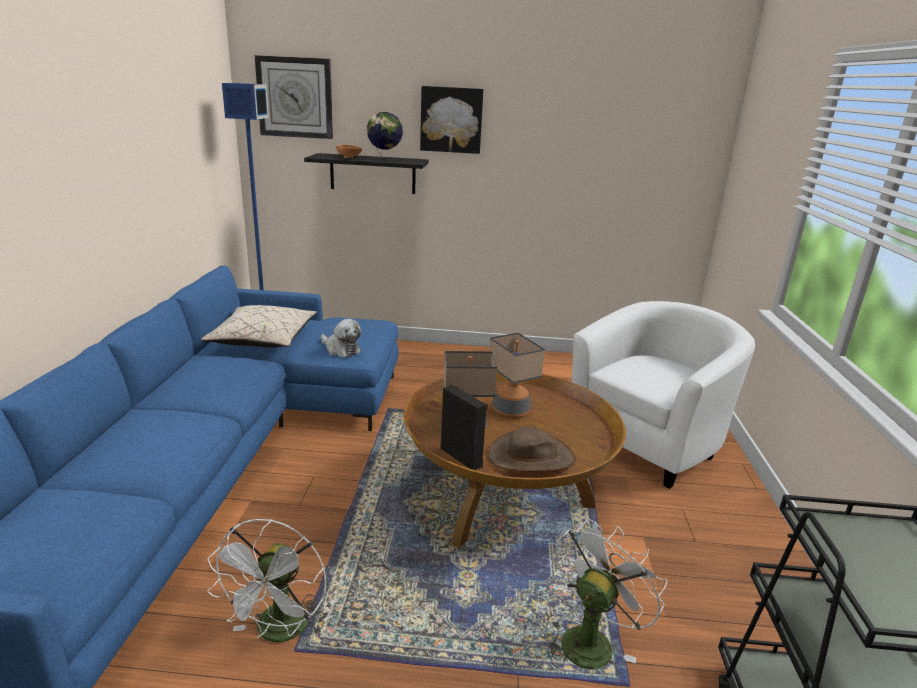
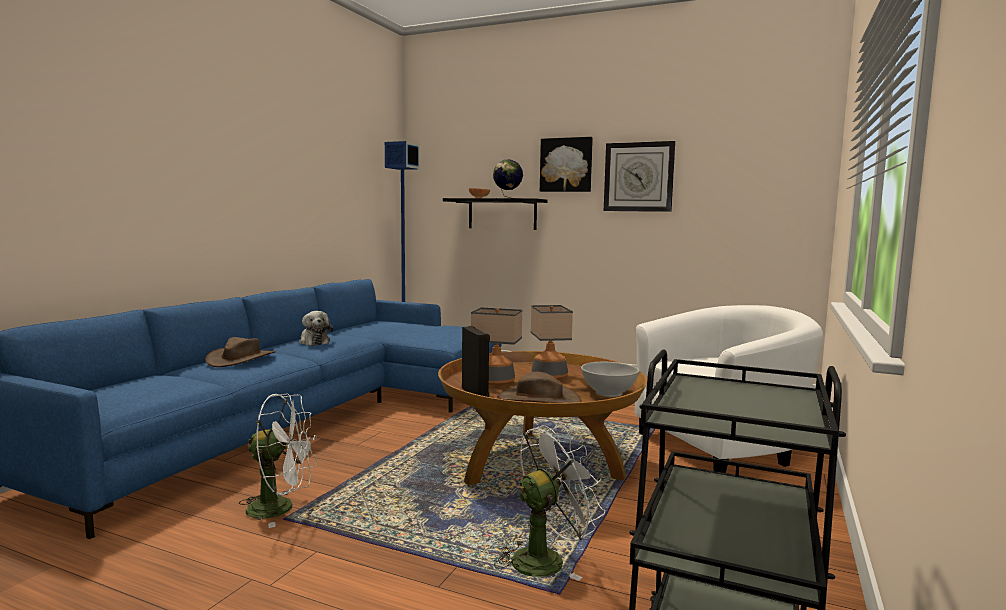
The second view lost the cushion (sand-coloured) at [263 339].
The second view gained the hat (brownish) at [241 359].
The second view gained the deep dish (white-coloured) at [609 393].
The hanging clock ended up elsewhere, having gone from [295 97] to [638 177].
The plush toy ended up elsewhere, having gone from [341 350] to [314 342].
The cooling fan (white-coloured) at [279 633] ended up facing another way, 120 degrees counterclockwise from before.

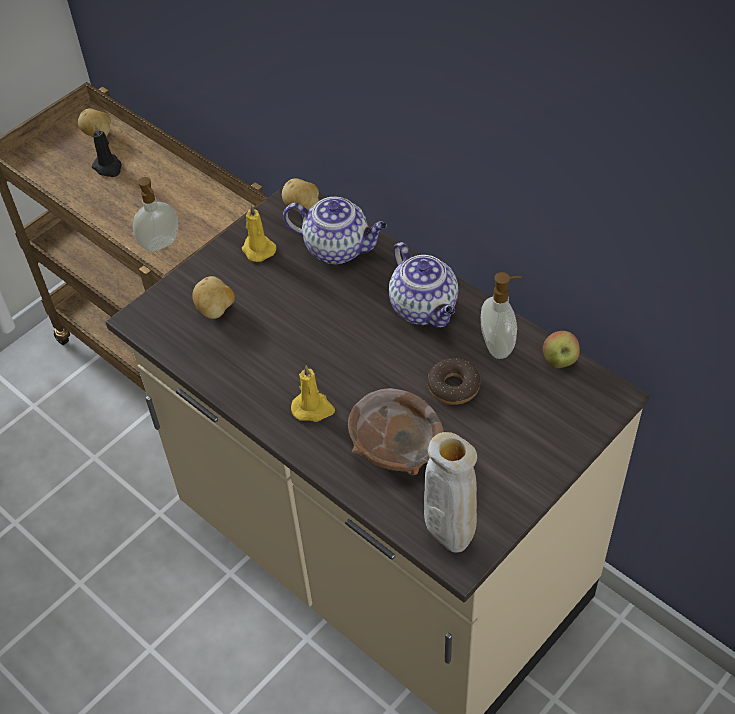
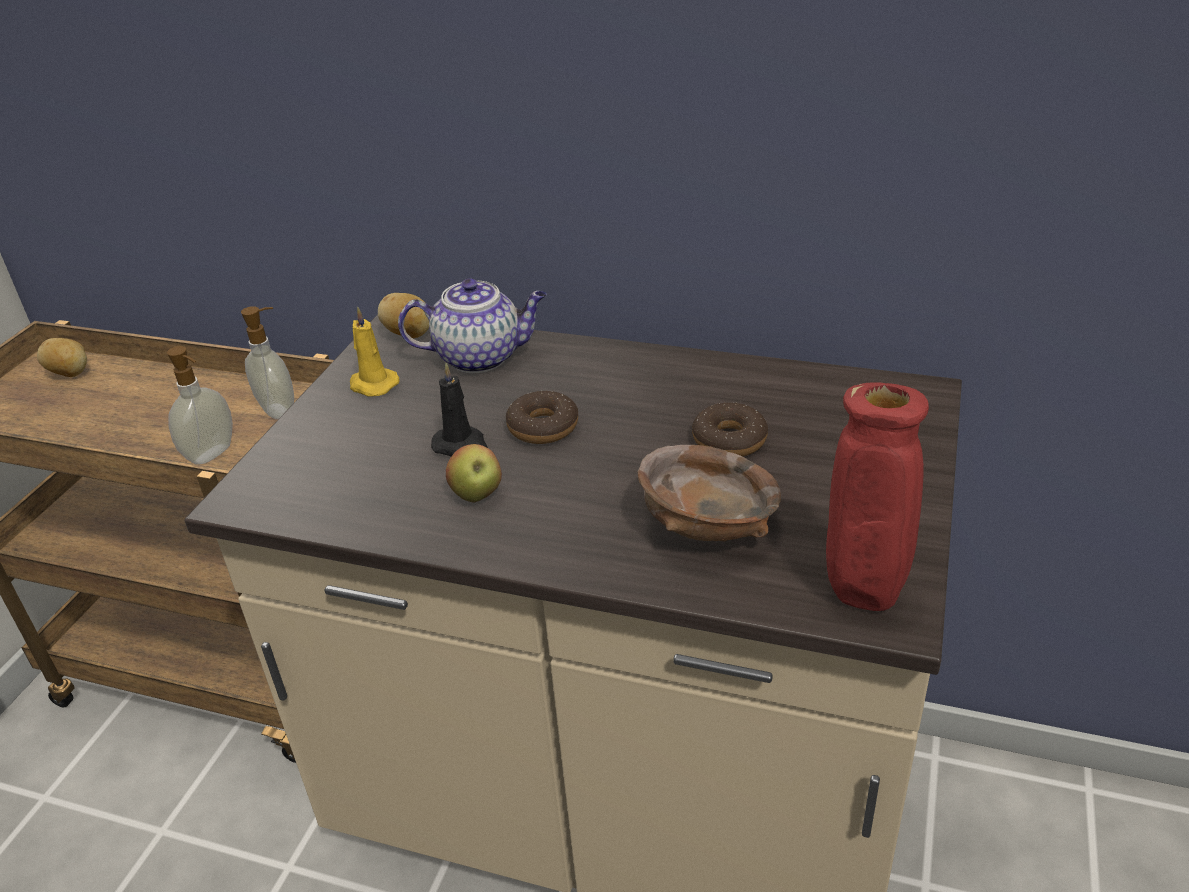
The second view lost the spud at [216 310].
The second view lost the candle (yellow) at [313 408].
The second view lost the tea pot at [425 309].
The second view gained the doughnut at [543 427].
The candle (blackish) ended up elsewhere, having gone from [108 167] to [461 446].
The liquid soap bottle ended up elsewhere, having gone from [498 345] to [280 410].
The whole apple ended up elsewhere, having gone from [559 361] to [477 495].
What was the decorative vase (sand-coloured) at [449 539] turned into the decorative vase (red) at [862 600].

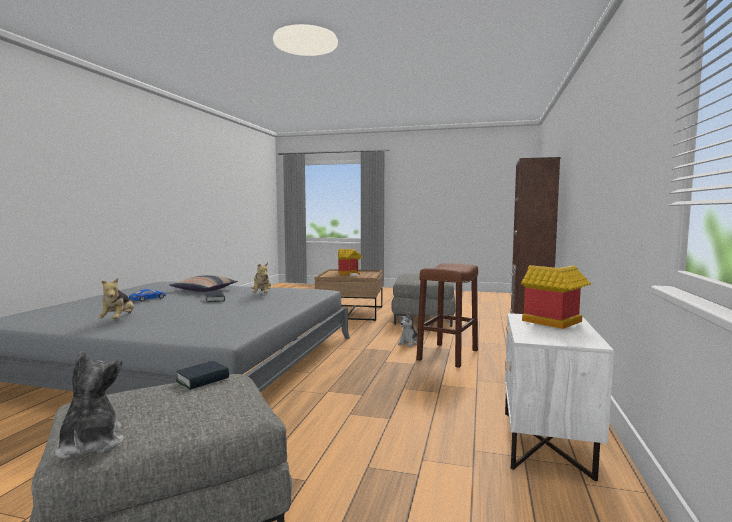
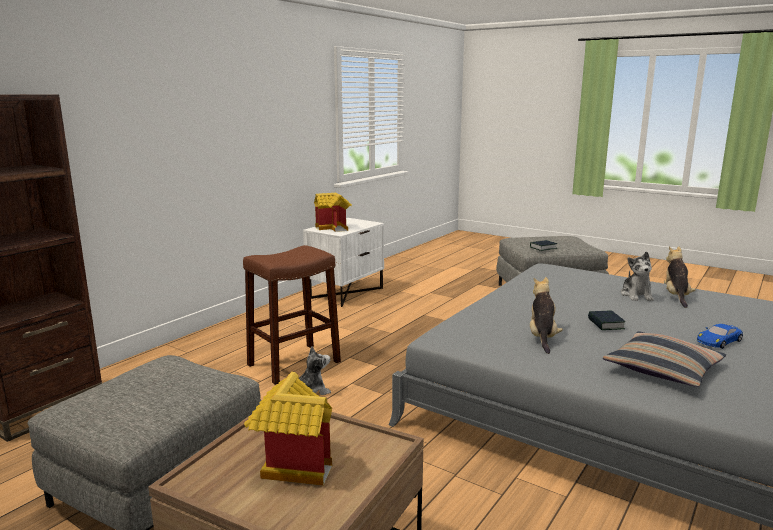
The plush toy ended up elsewhere, having gone from [90 444] to [636 295].

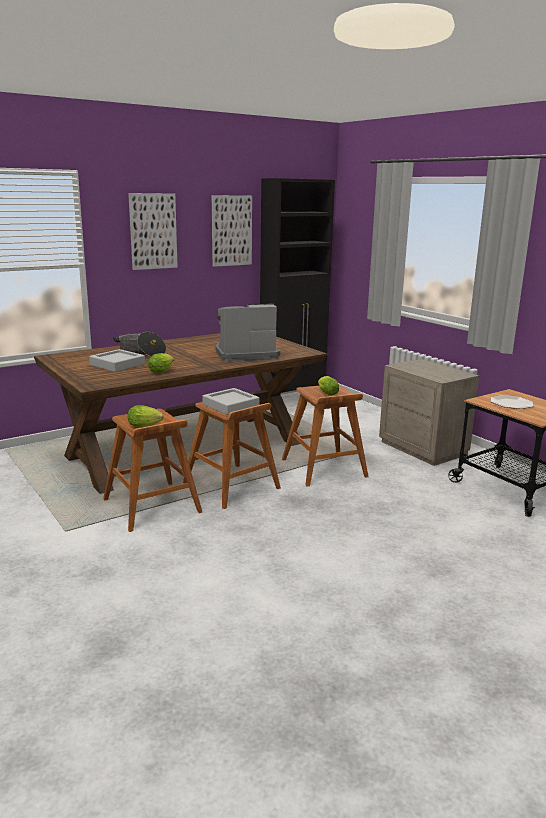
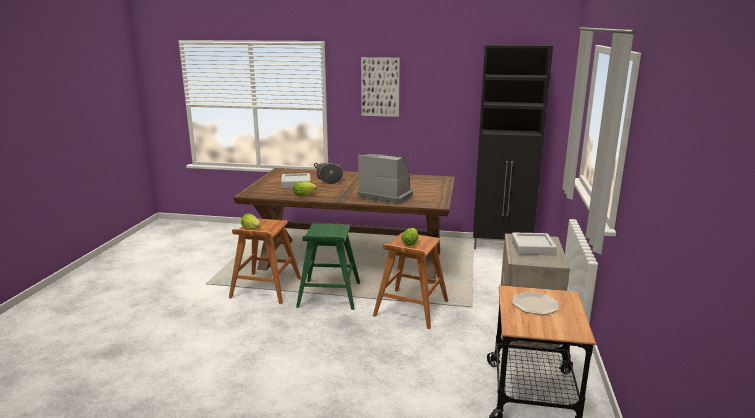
The second view lost the wall picture at [231 230].
The serving tray (gray) ended up elsewhere, having gone from [230 405] to [532 247].
What was the stool (brownish) at [232 486] turned into the stool (greenish) at [329 295].

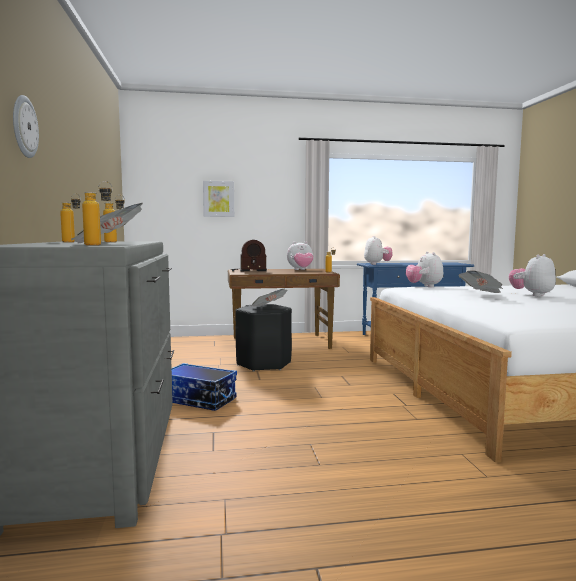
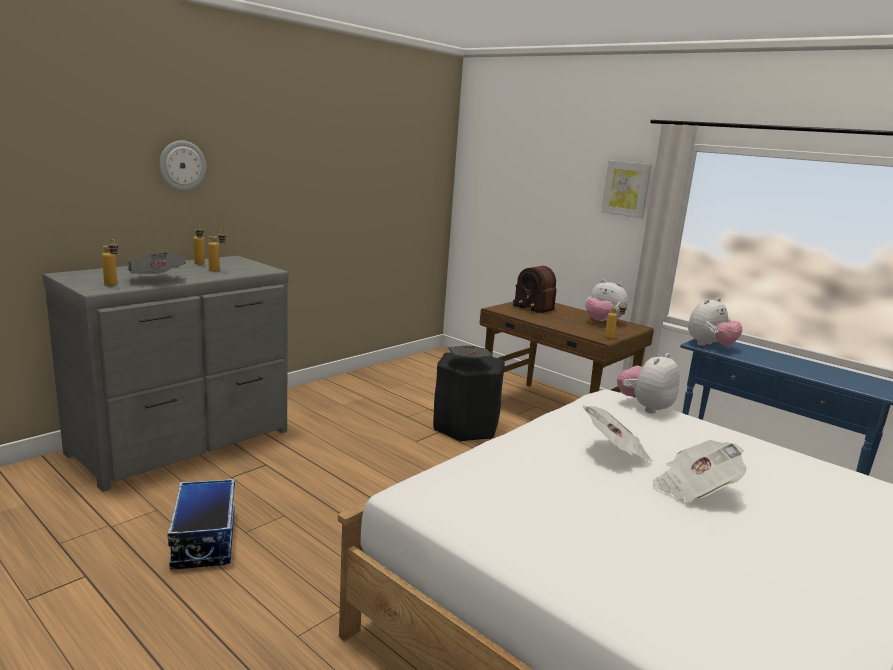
The storage container ended up elsewhere, having gone from [198 400] to [203 539].
The wall picture ended up elsewhere, having gone from [218 199] to [626 189].
Where the plush toy stood at [532 295], the daily paper came to stand at [694 489].

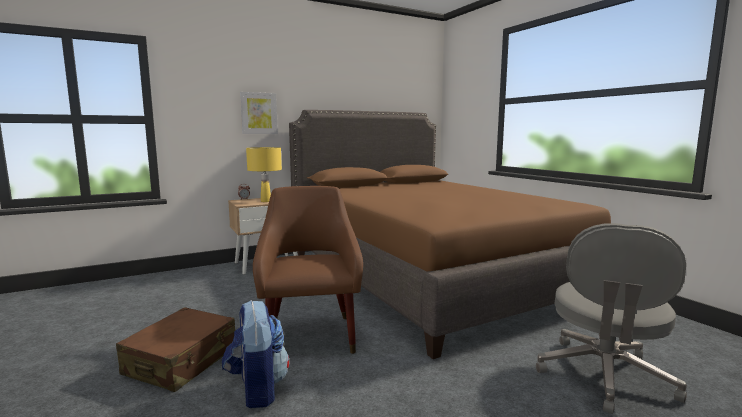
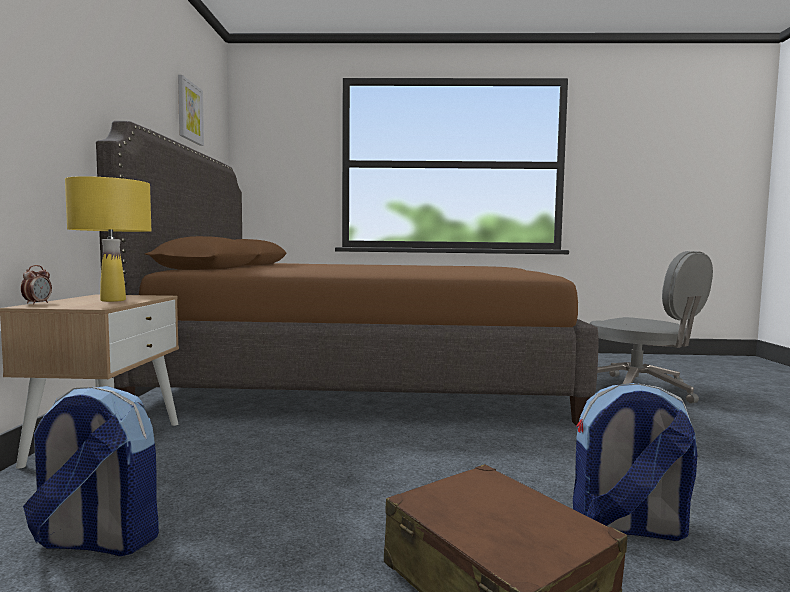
The second view lost the armchair (brownish) at [310 332].
The second view gained the backpack at [97 541].
The wall picture ended up elsewhere, having gone from [258 113] to [189 112].

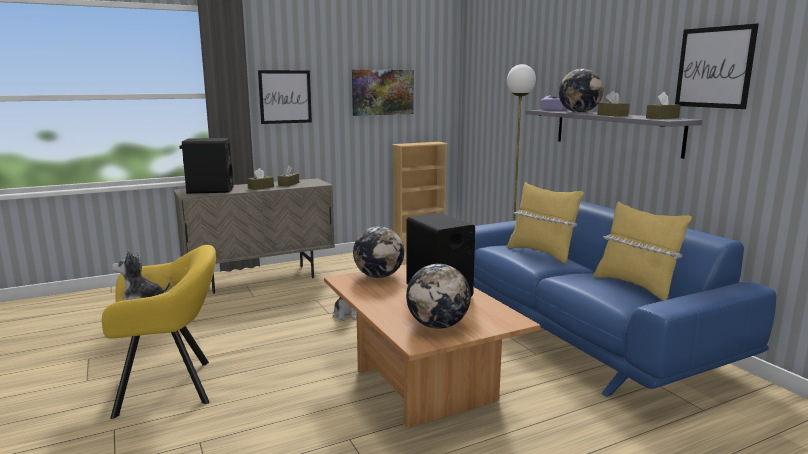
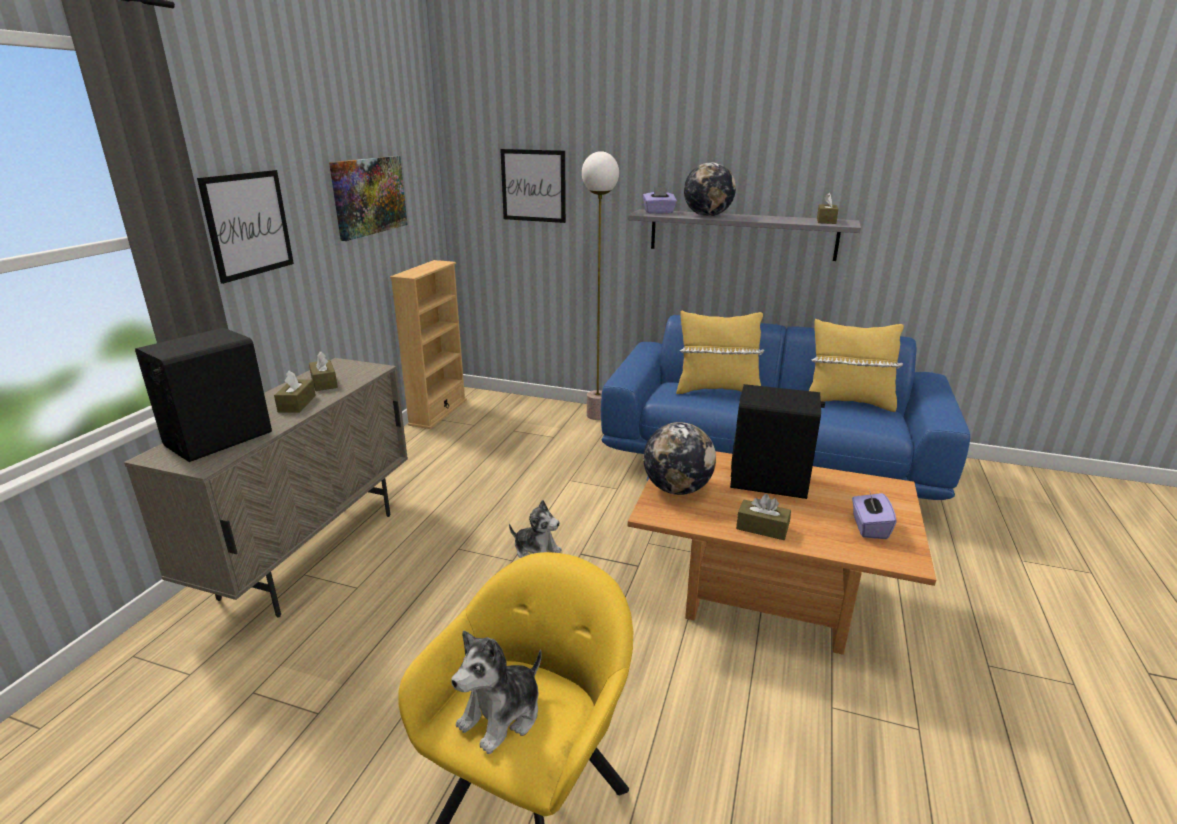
The box of tissues (brownish) ended up elsewhere, having gone from [612 115] to [762 528].
The wall picture ended up elsewhere, having gone from [714 67] to [533 186].
Where the desk globe stood at [438 325], the box of tissues (purple) came to stand at [869 527].

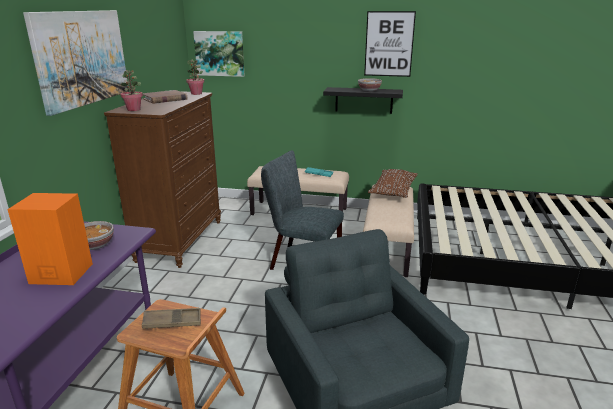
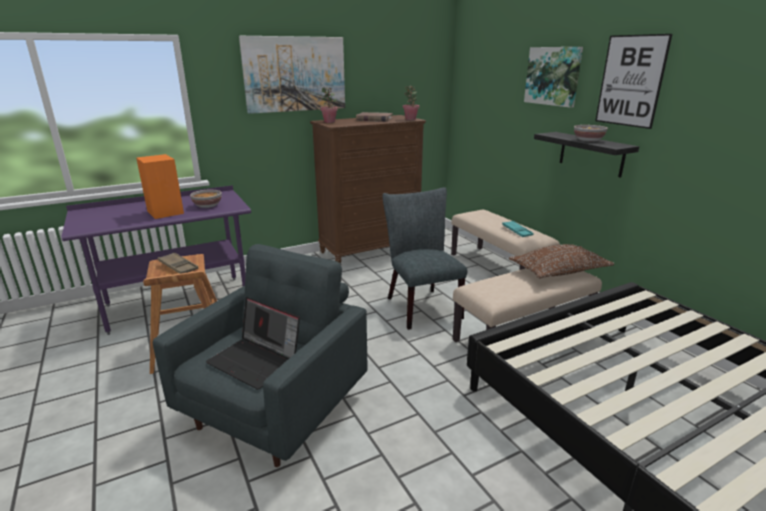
The second view gained the notebook computer at [256 361].
The wall picture ended up elsewhere, having gone from [220 53] to [553 76].

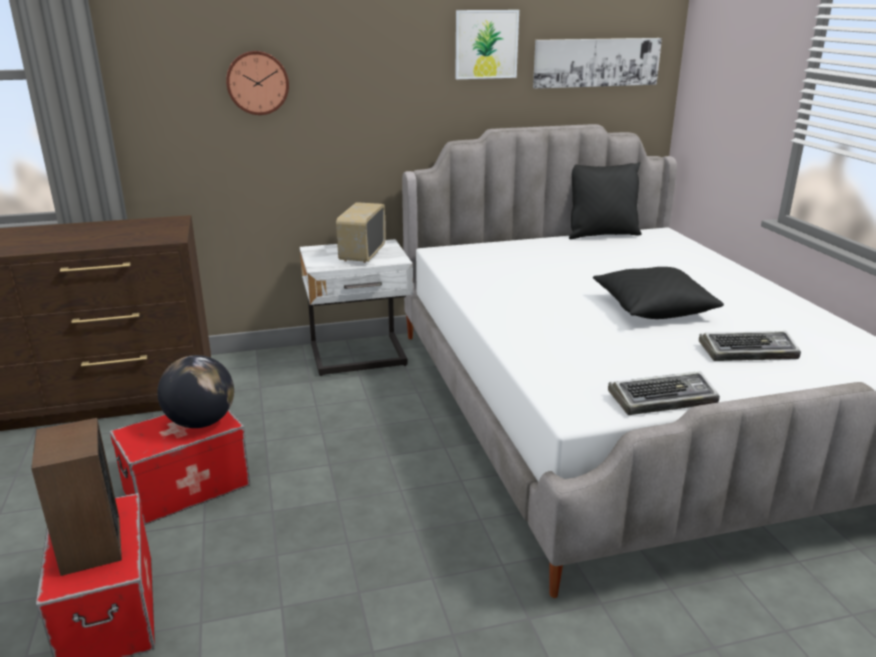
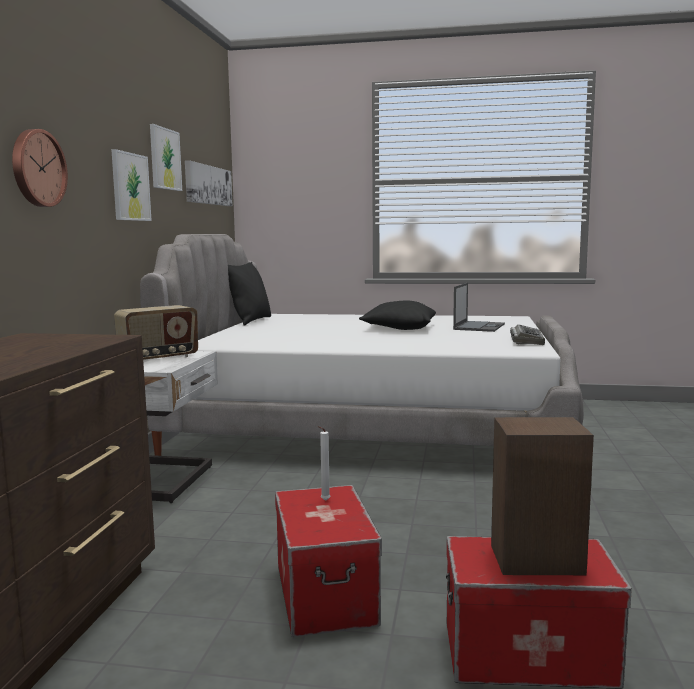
The second view gained the wall picture at [130 187].
Where the desk globe stood at [201 422], the candle (white-coloured) came to stand at [324 501].
Where the PC keyboard stood at [748 352], the notebook computer came to stand at [479 326].
The radio receiver at [362 254] ended up facing another way, 75 degrees counterclockwise from before.

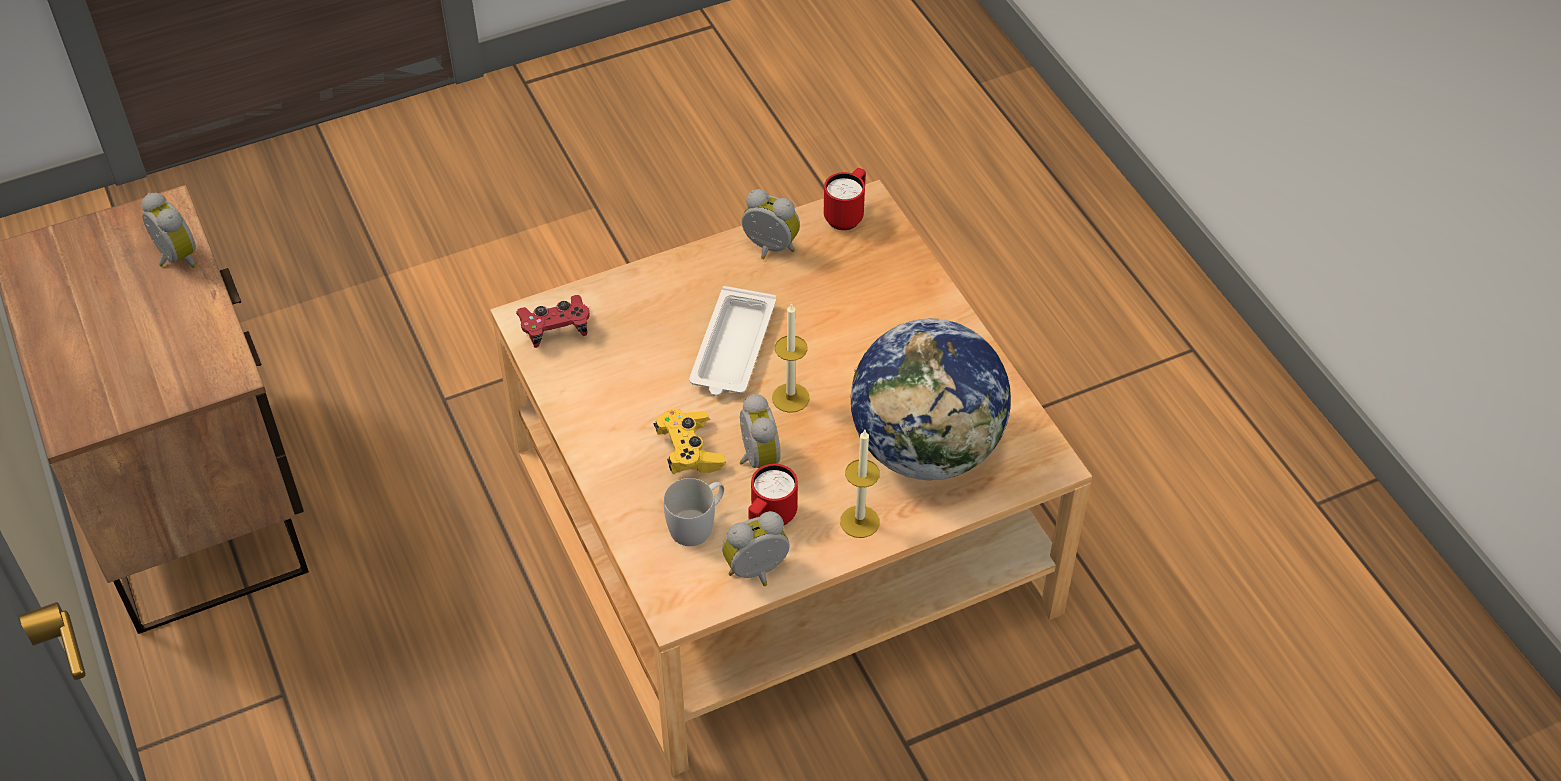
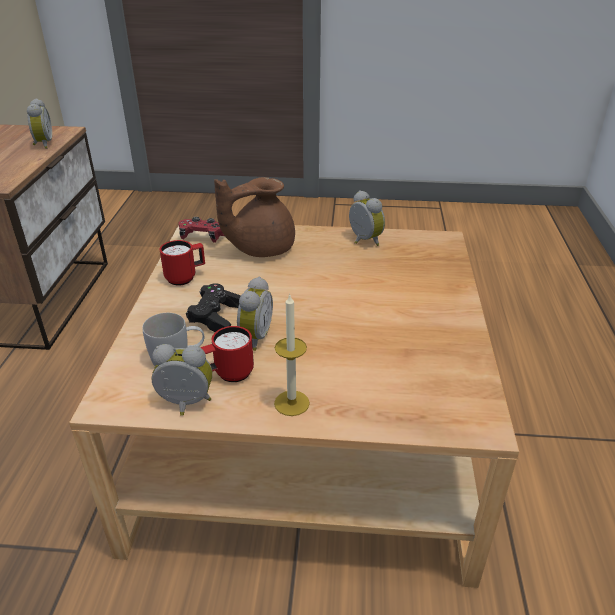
The second view lost the serving tray (white-coloured) at [732 349].
The second view lost the candle at [790 398].
The second view lost the desk globe at [927 448].
The second view gained the tea pot (brownish) at [260 248].
The coffee mug (red) ended up elsewhere, having gone from [847 215] to [185 277].
What was the joypad (yellow) at [689 451] turned into the joypad (blackish) at [216 317].

